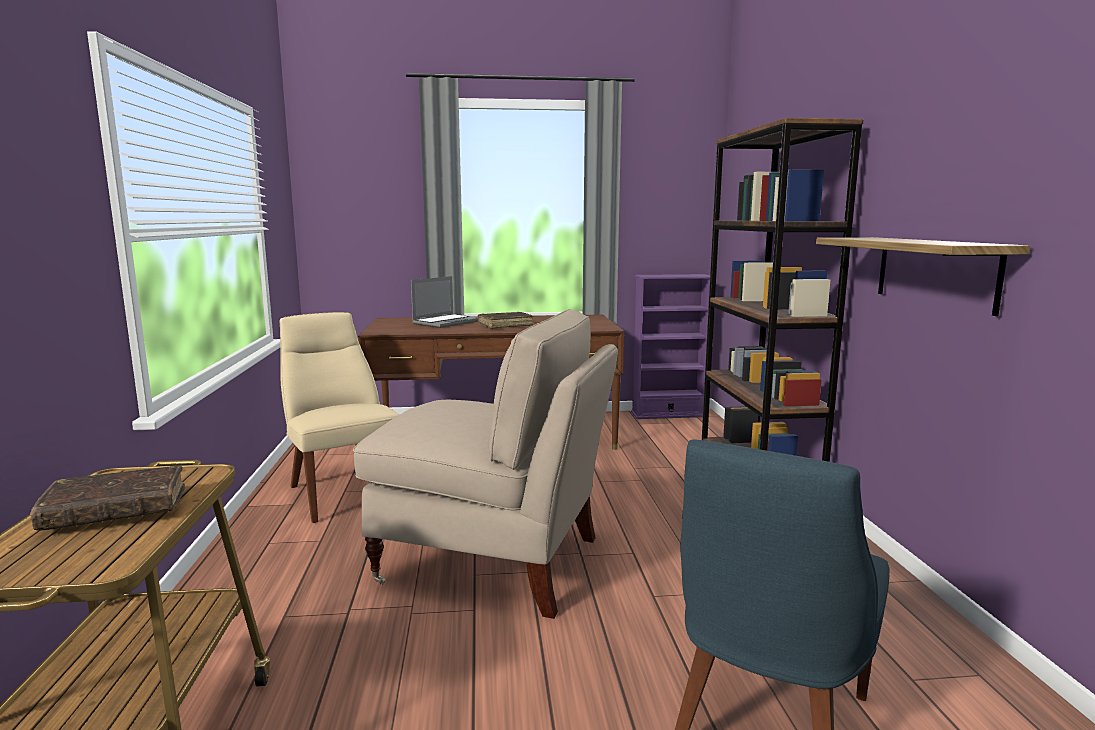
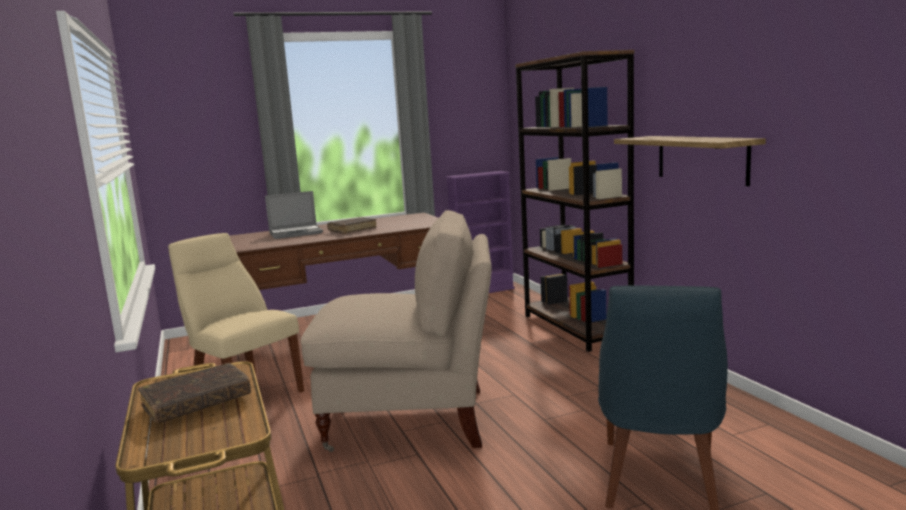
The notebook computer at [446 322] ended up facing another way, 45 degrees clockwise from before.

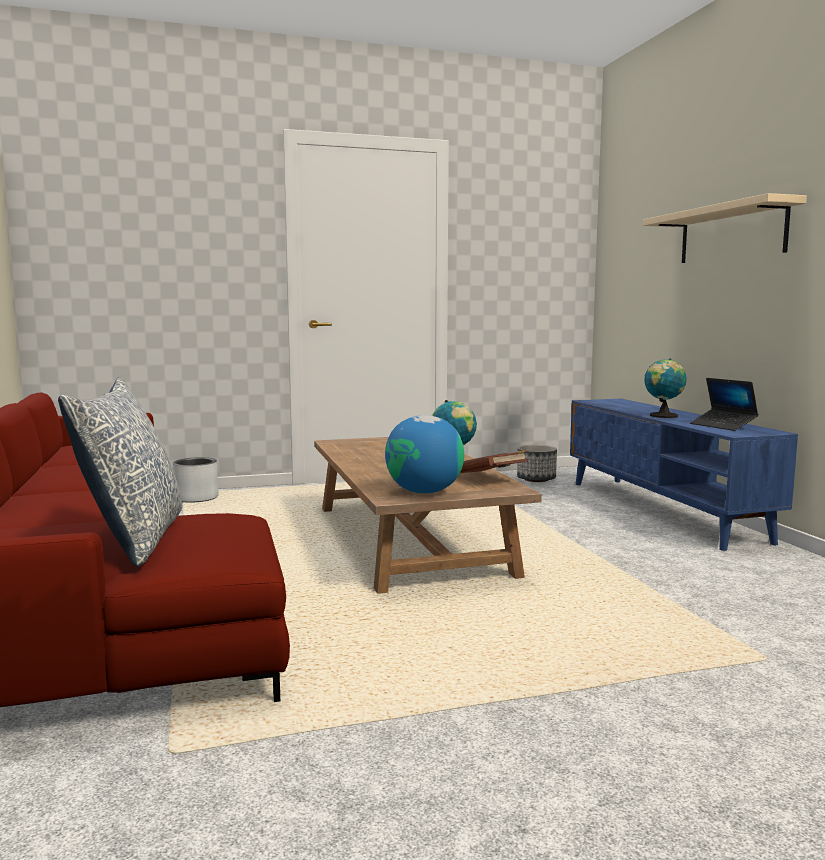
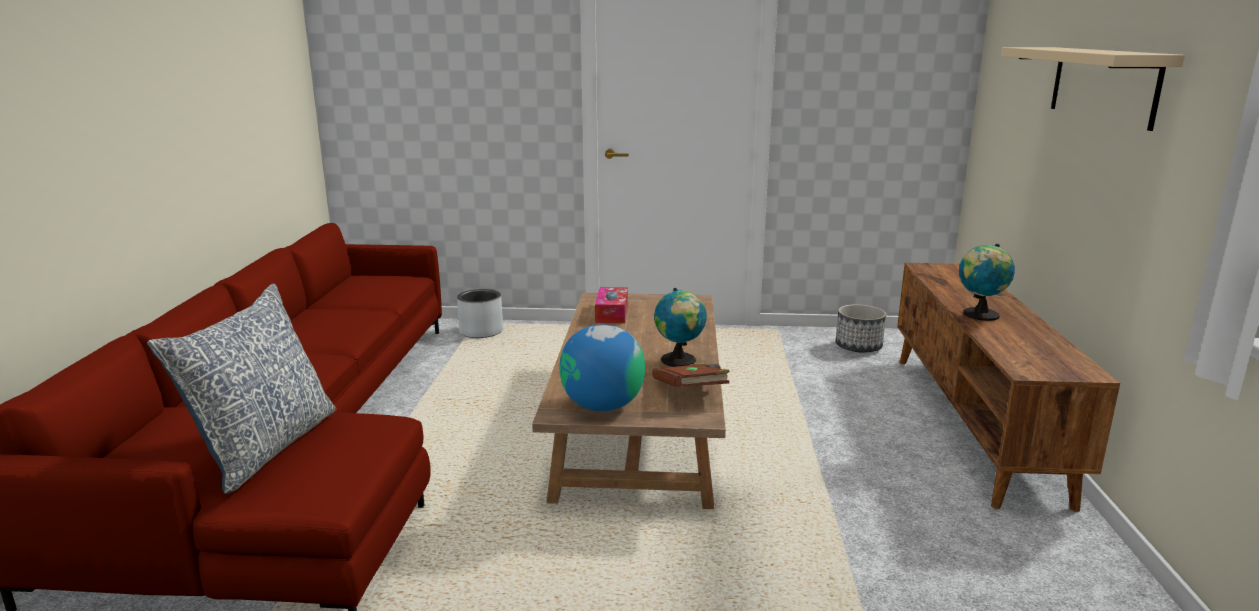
The second view lost the notebook computer at [723 426].
The second view gained the box of tissues at [611 313].
What was the tv unit (blue-coloured) at [662 510] turned into the tv unit (brownish) at [974 423].

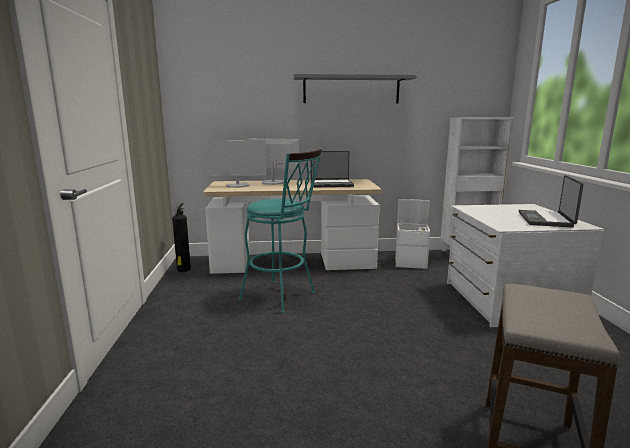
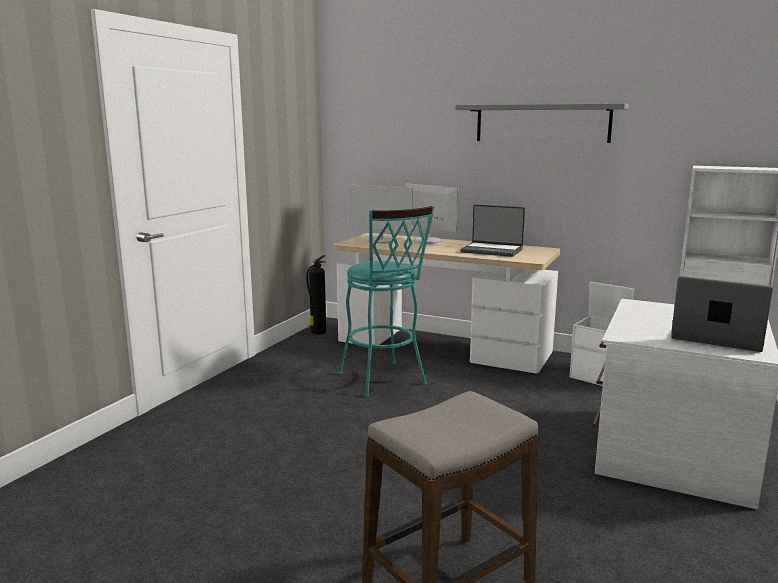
The notebook computer at [546 220] ended up facing another way, 75 degrees clockwise from before.

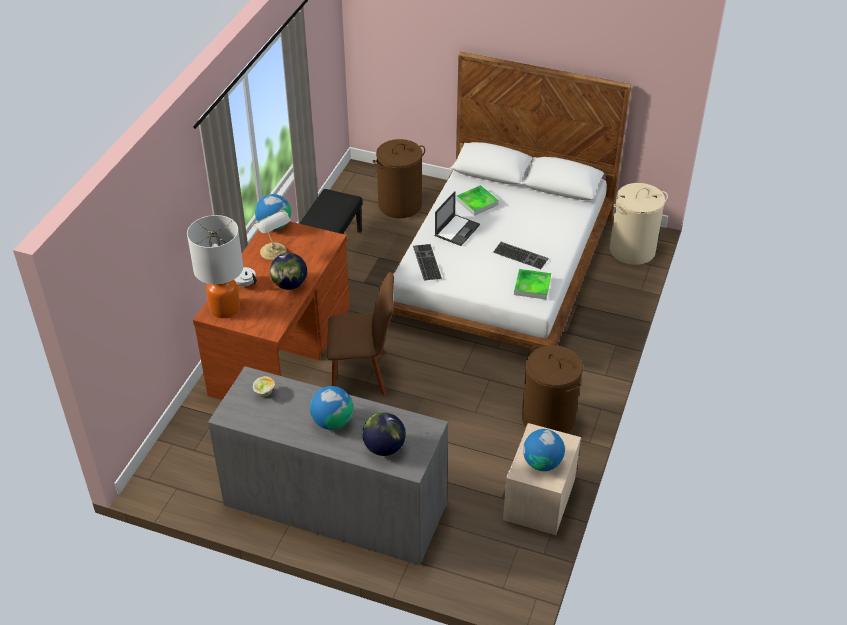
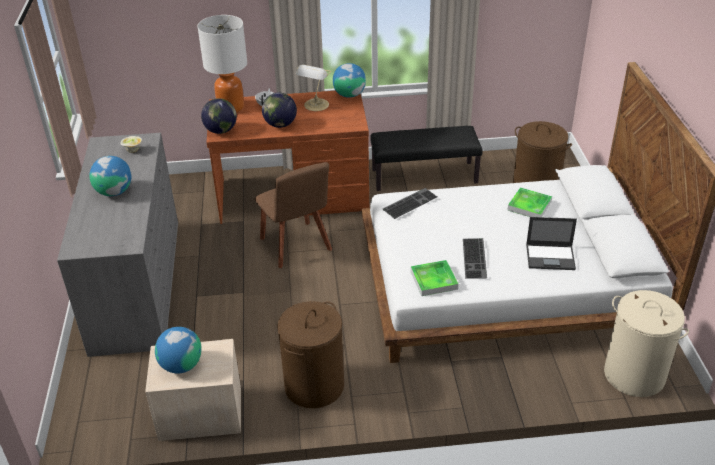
The desk globe ended up elsewhere, having gone from [384 448] to [221 131].
The notebook computer ended up elsewhere, having gone from [457 230] to [551 257].

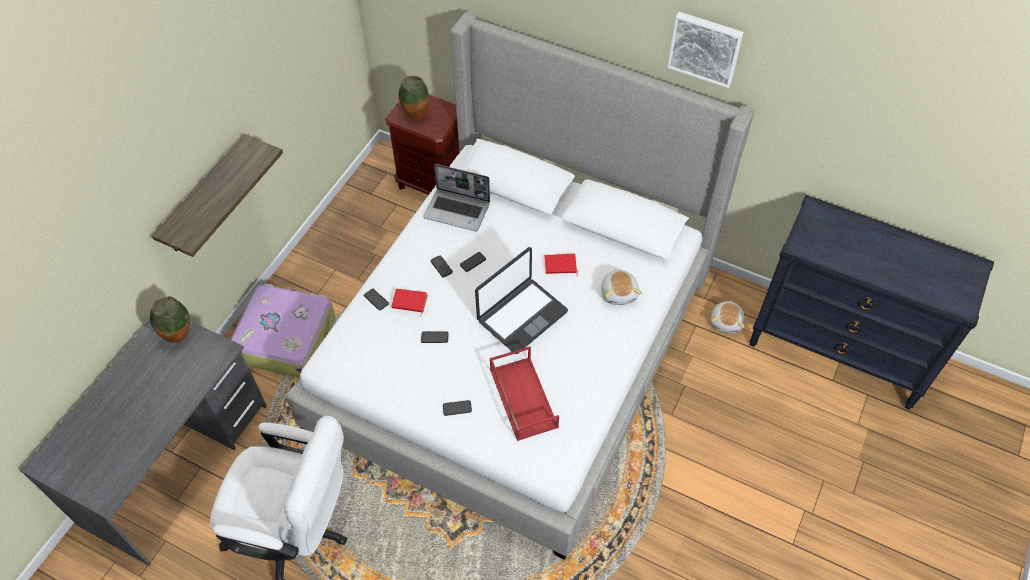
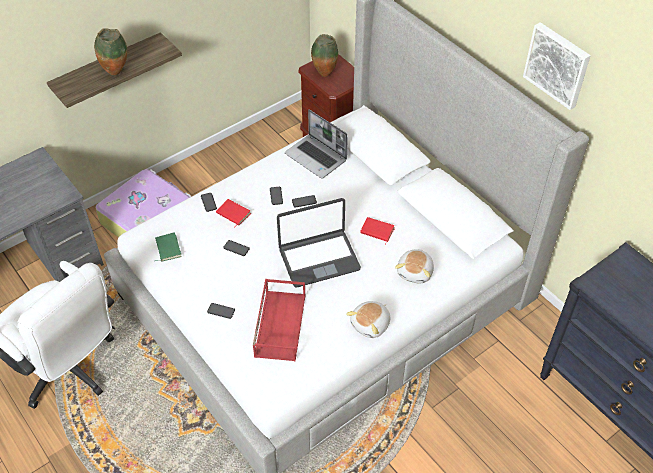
The second view gained the book (greenish) at [167 248].
The decorative vase ended up elsewhere, having gone from [179 336] to [116 72].
The plush toy ended up elsewhere, having gone from [727 322] to [371 324].

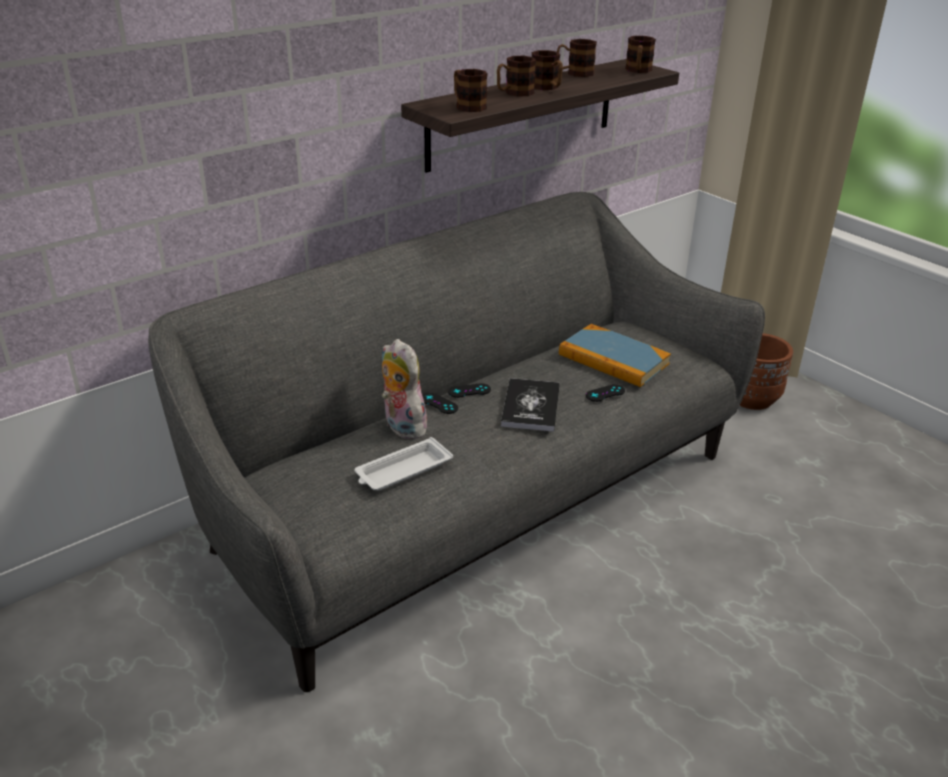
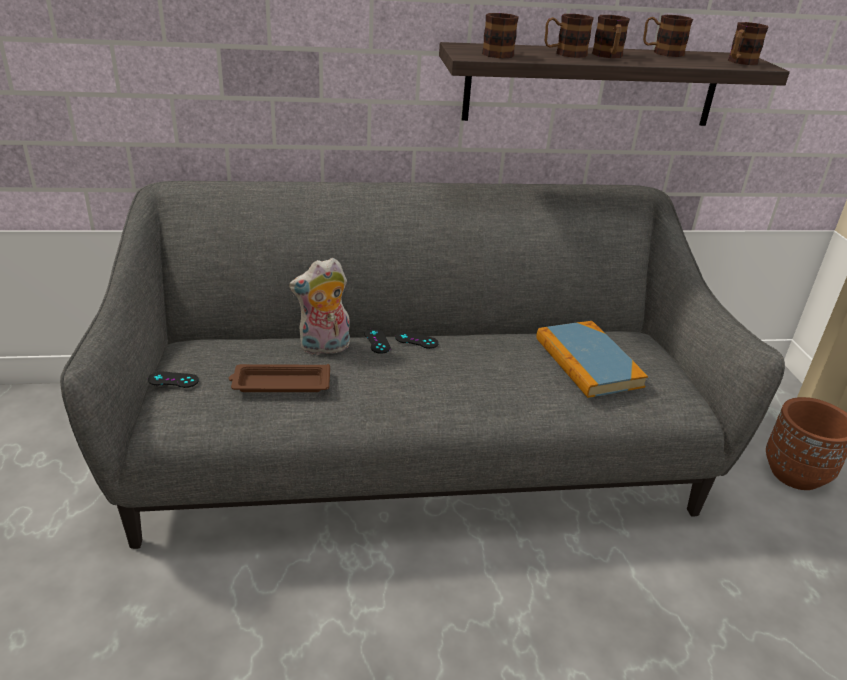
The second view lost the book at [531 406].
The joypad (blackish) ended up elsewhere, having gone from [605 393] to [173 380].
What was the serving tray (white-coloured) at [402 471] turned into the serving tray (brownish) at [279 384].
The plush toy at [401 427] ended up facing another way, 105 degrees counterclockwise from before.

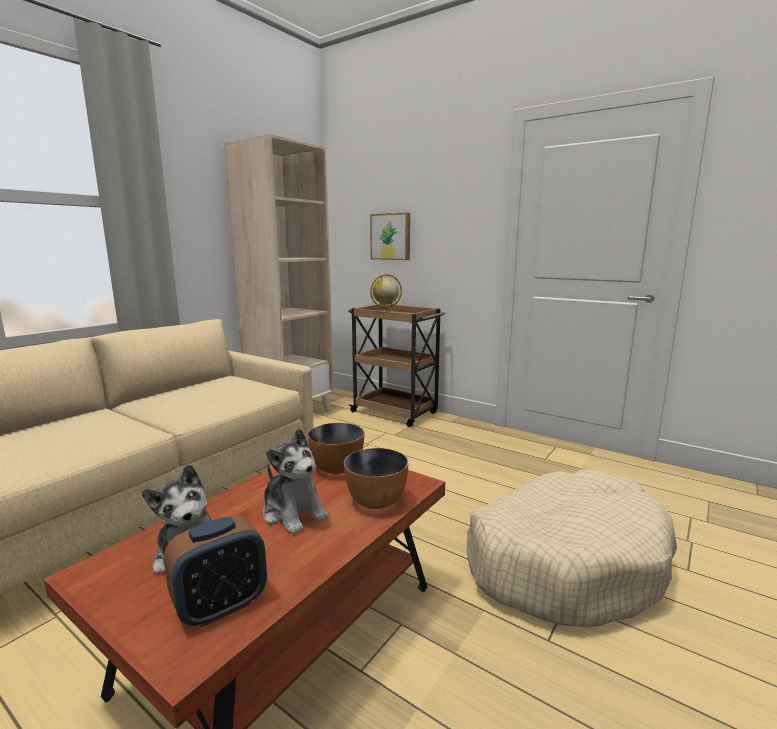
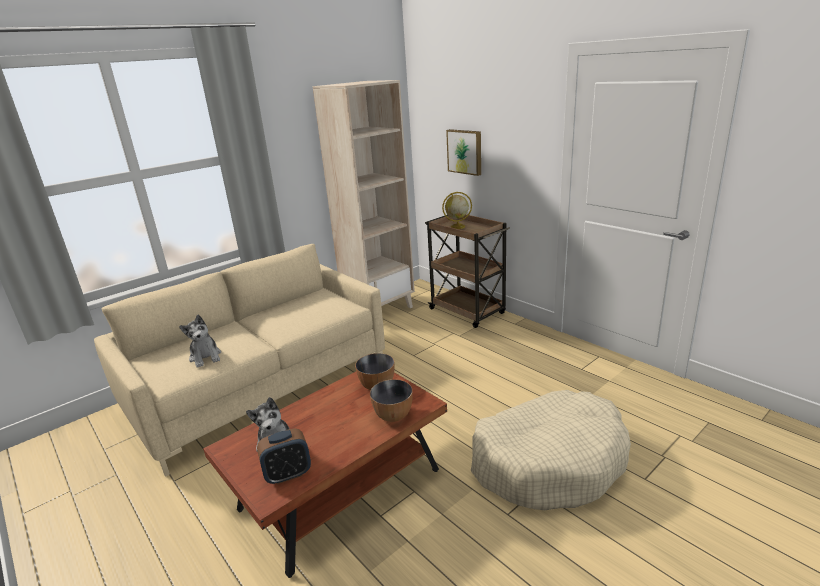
The plush toy ended up elsewhere, having gone from [293 513] to [206 357].

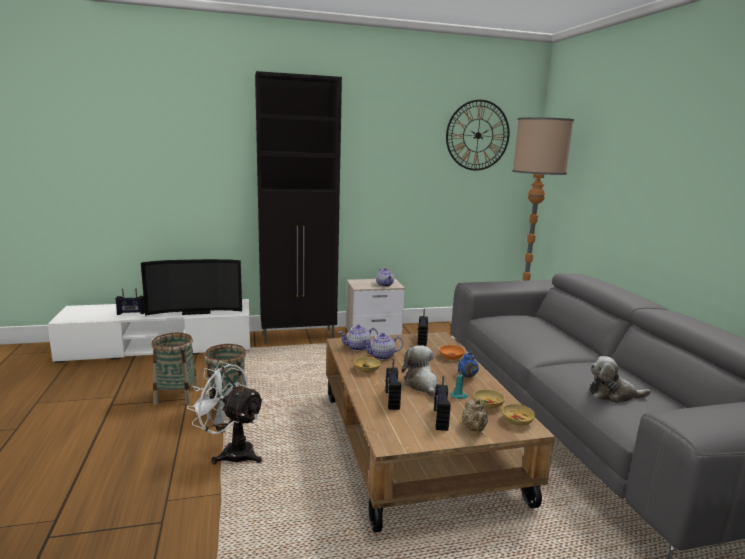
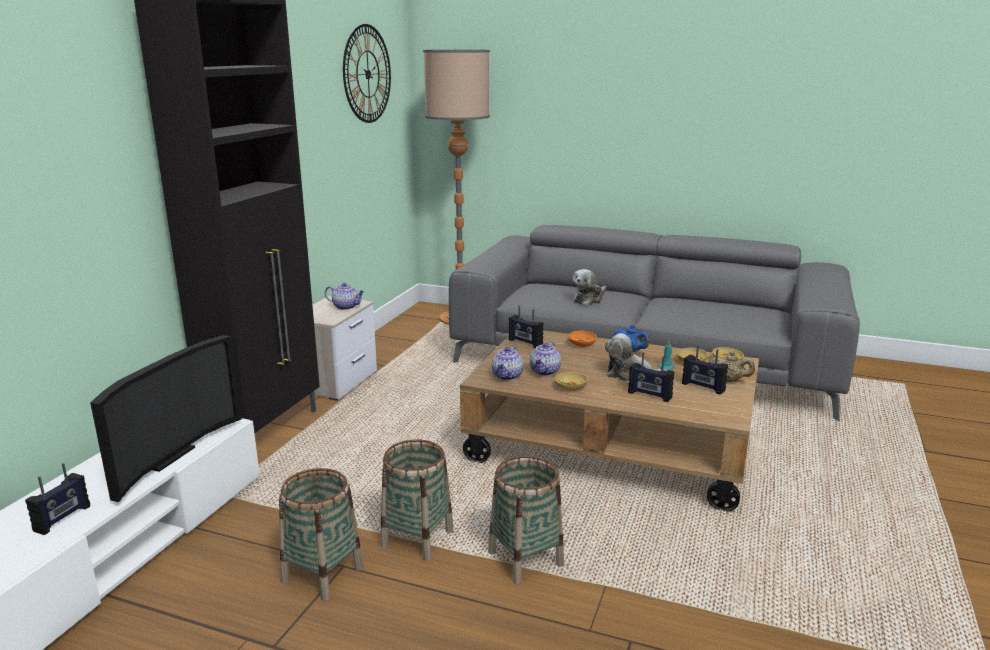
The plush toy ended up elsewhere, having gone from [613 395] to [589 299].
Where the cooling fan (white-coloured) stood at [231 452], the storage basket came to stand at [525 559].

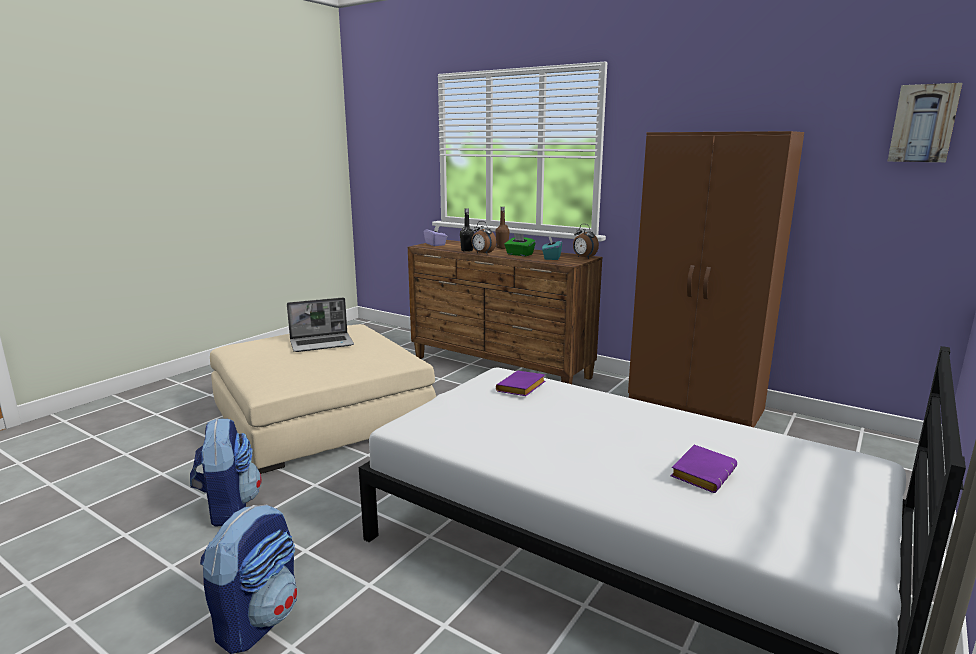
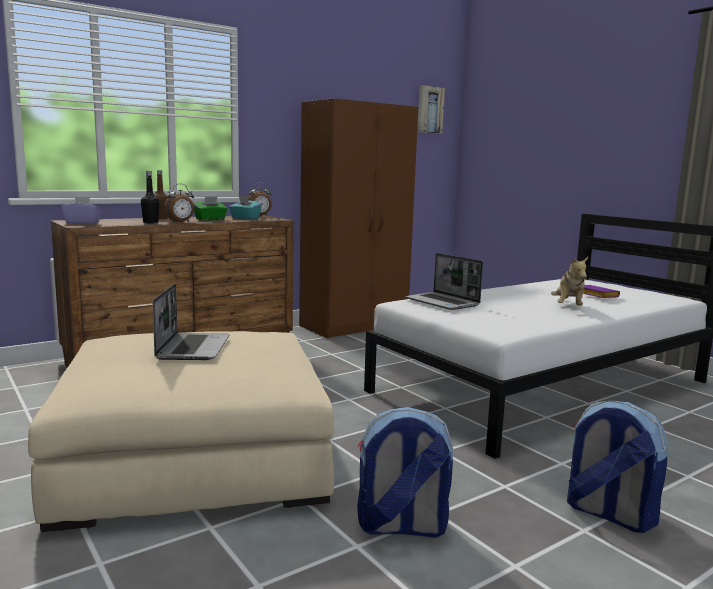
The second view gained the plush toy at [568 306].
Where the book (purple) stood at [521 388], the notebook computer came to stand at [443 302].

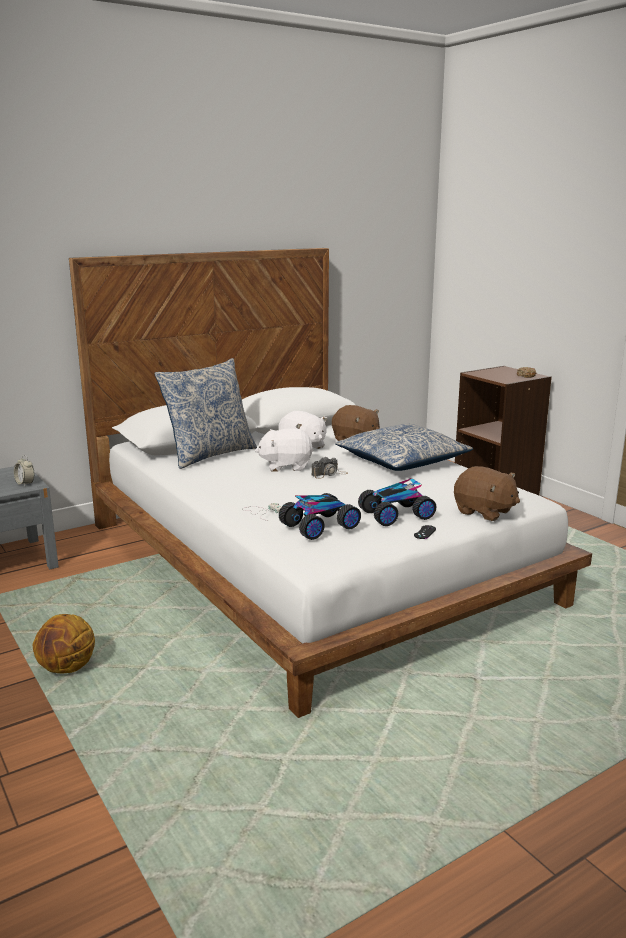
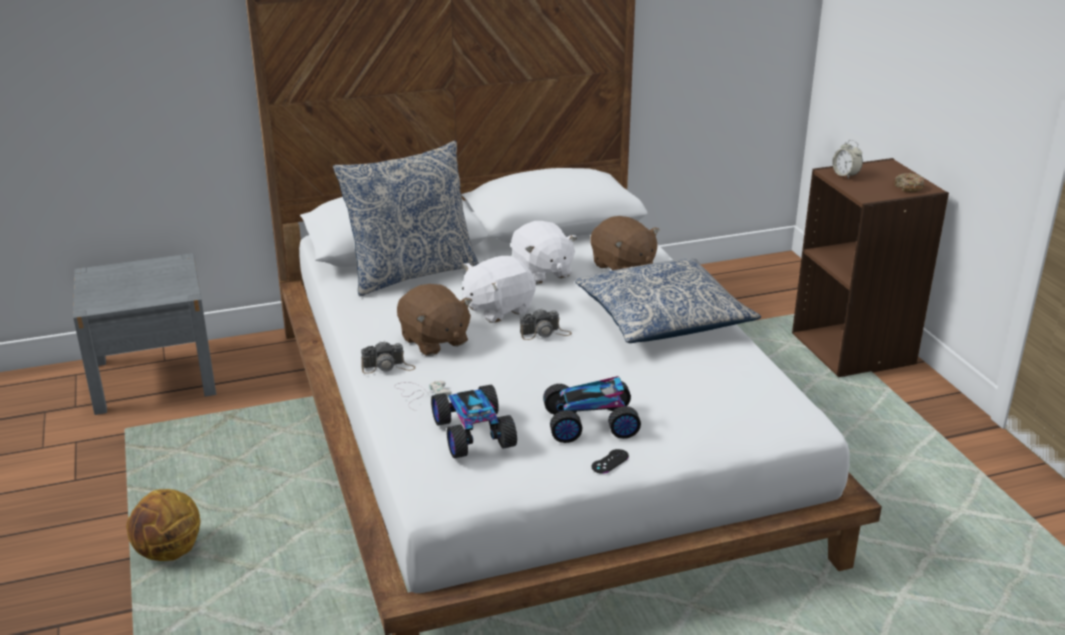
The second view gained the still camera at [388 367].
The table clock ended up elsewhere, having gone from [25 483] to [845 175].
The plush toy (brownish) ended up elsewhere, having gone from [484 512] to [434 341].
The plush toy (white-coloured) at [286 466] ended up facing another way, 45 degrees counterclockwise from before.
The miniature car at [320 526] ended up facing another way, 90 degrees counterclockwise from before.

